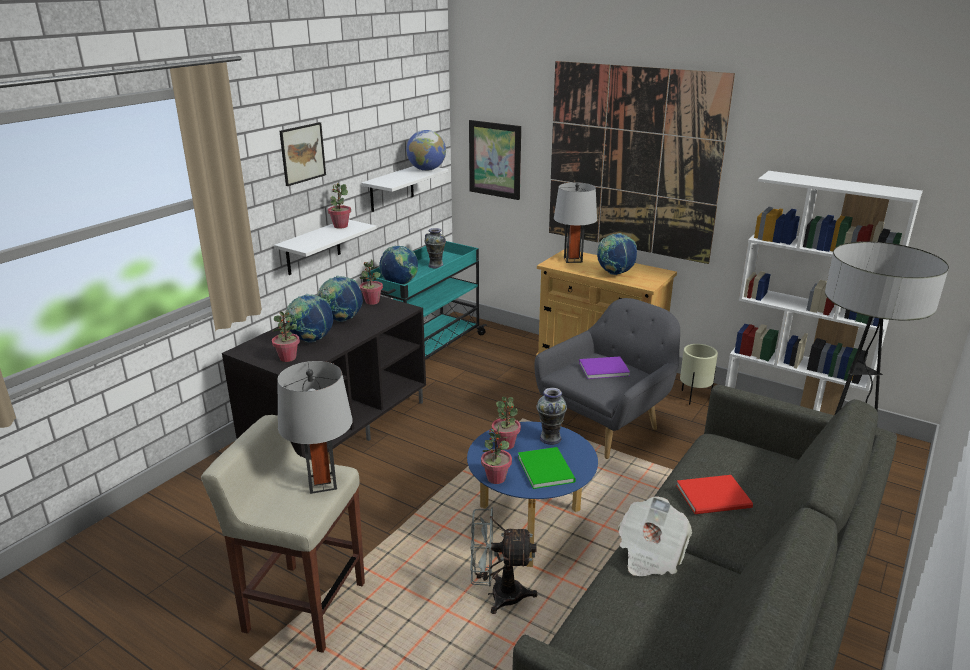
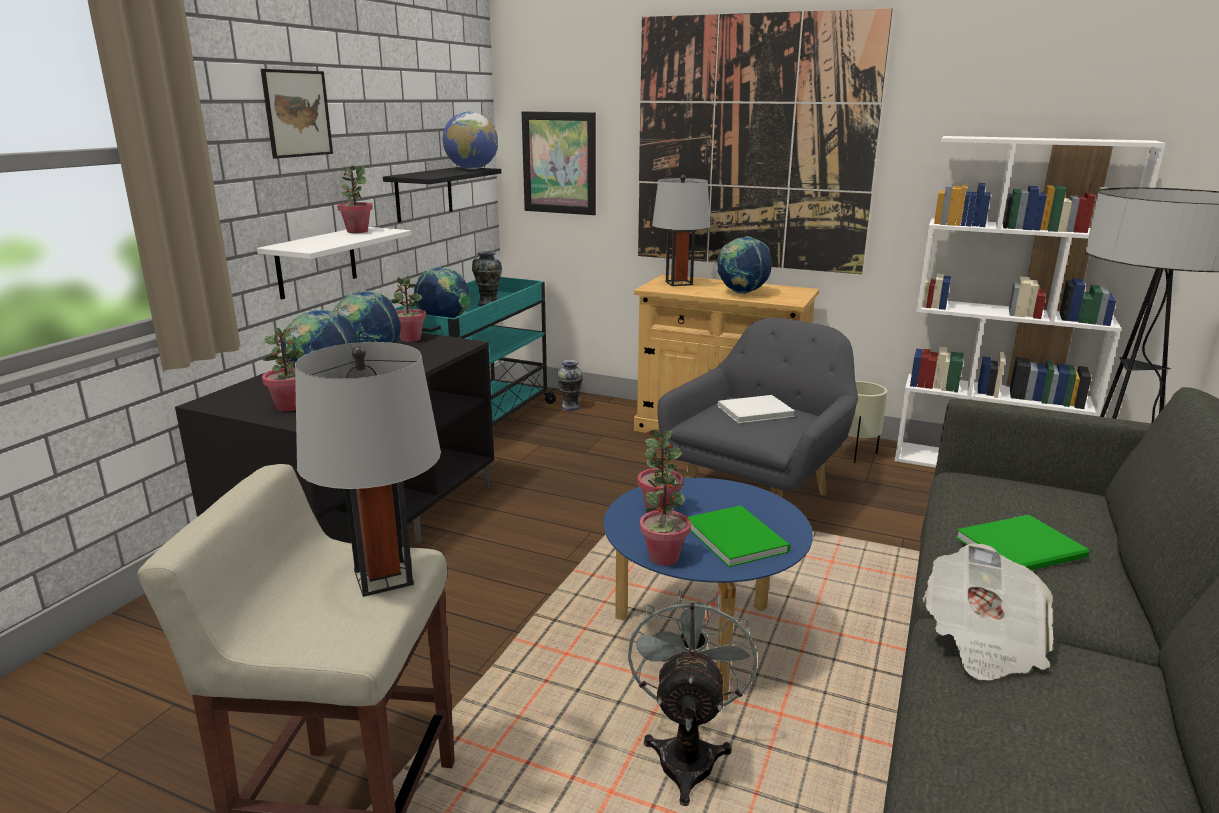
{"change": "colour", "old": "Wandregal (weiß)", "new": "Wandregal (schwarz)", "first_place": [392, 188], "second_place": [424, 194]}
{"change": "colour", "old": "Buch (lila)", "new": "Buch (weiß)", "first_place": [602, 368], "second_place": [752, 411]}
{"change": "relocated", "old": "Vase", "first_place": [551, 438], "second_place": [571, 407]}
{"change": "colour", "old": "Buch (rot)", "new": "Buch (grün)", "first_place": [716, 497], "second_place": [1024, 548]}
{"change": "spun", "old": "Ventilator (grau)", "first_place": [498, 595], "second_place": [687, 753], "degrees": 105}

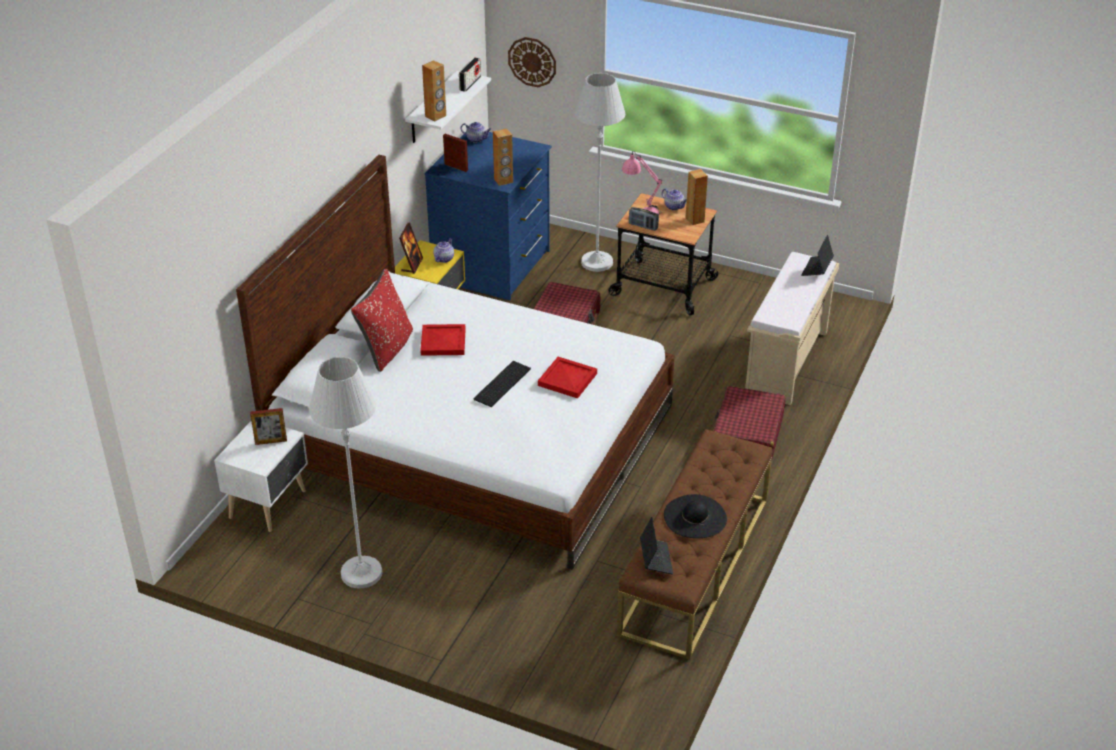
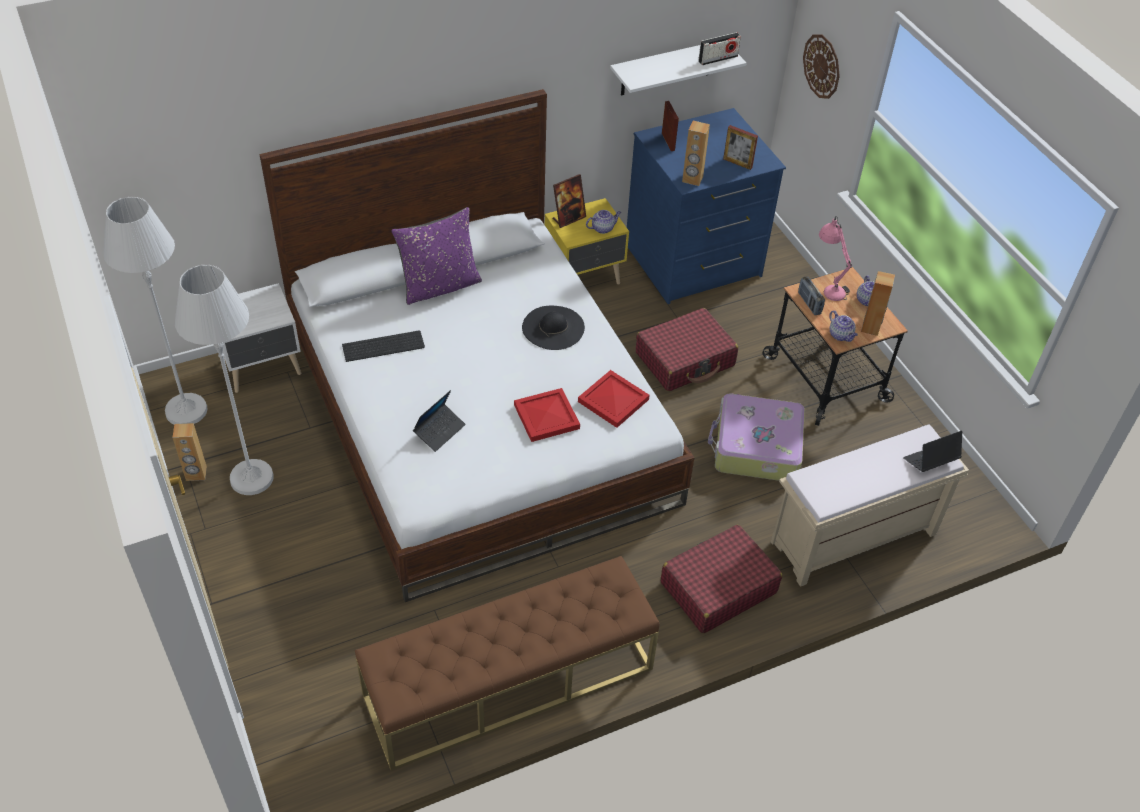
{"change": "relocated", "old": "Lautsprecher (braun)", "first_place": [436, 116], "second_place": [196, 474]}
{"change": "relocated", "old": "Stehlampe (weiß)", "first_place": [597, 262], "second_place": [186, 410]}
{"change": "relocated", "old": "Teekanne", "first_place": [476, 139], "second_place": [841, 335]}
{"change": "colour", "old": "Kissen (rot)", "new": "Kissen (lila)", "first_place": [387, 349], "second_place": [440, 286]}
{"change": "relocated", "old": "Tablett (rot)", "first_place": [442, 341], "second_place": [613, 400]}
{"change": "relocated", "old": "Tastatur", "first_place": [501, 383], "second_place": [384, 345]}
{"change": "relocated", "old": "Bilderrahmen", "first_place": [271, 441], "second_place": [737, 163]}
{"change": "relocated", "old": "Hut (schwarz)", "first_place": [695, 517], "second_place": [553, 327]}
{"change": "relocated", "old": "Laptop", "first_place": [656, 559], "second_place": [439, 431]}
{"change": "appeared", "new": "Koffer", "second_place": [756, 448]}

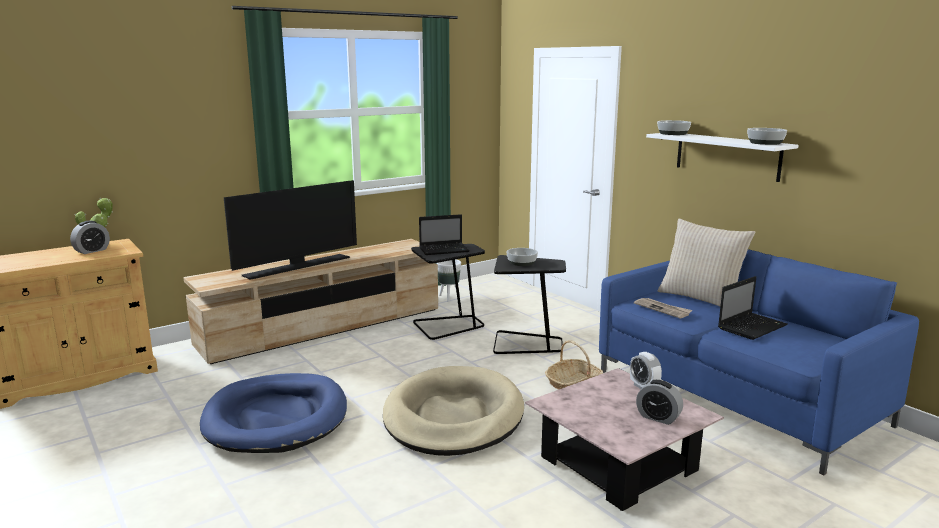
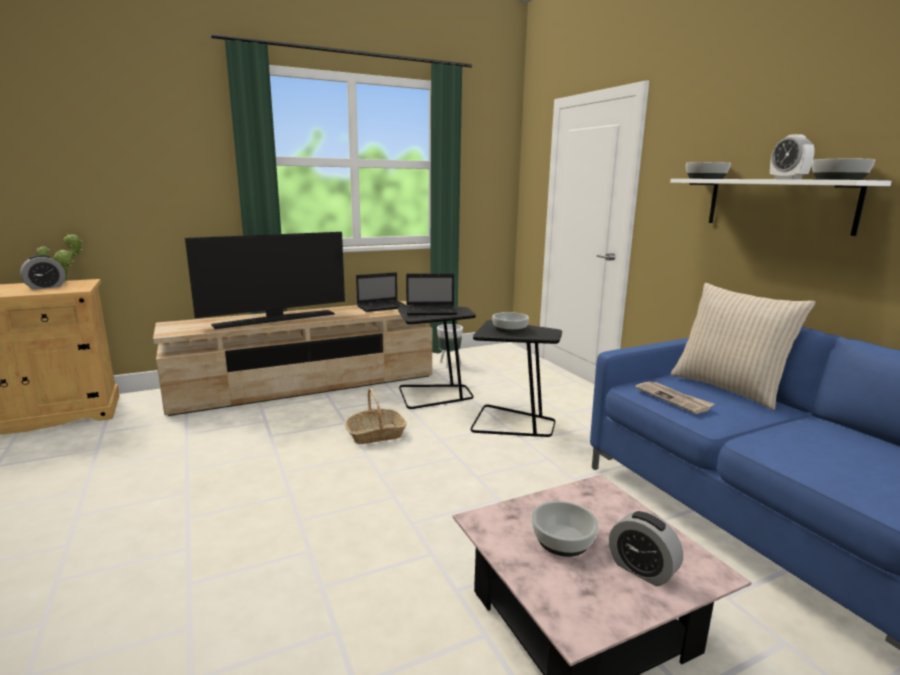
{"change": "relocated", "old": "Laptop", "first_place": [752, 327], "second_place": [383, 307]}
{"change": "relocated", "old": "Korb", "first_place": [573, 384], "second_place": [375, 434]}
{"change": "relocated", "old": "Wecker", "first_place": [644, 387], "second_place": [787, 179]}
{"change": "missing", "old": "Hundebett (beige)", "first_place": [453, 416]}
{"change": "missing", "old": "Hundebett (blau)", "first_place": [276, 418]}
{"change": "appeared", "new": "Schüssel", "second_place": [563, 540]}

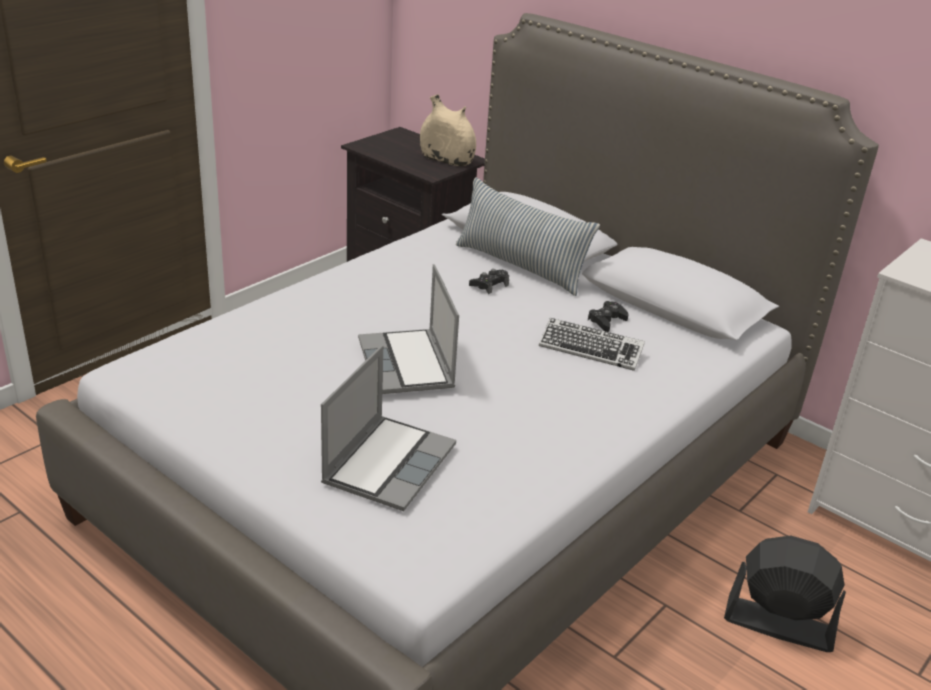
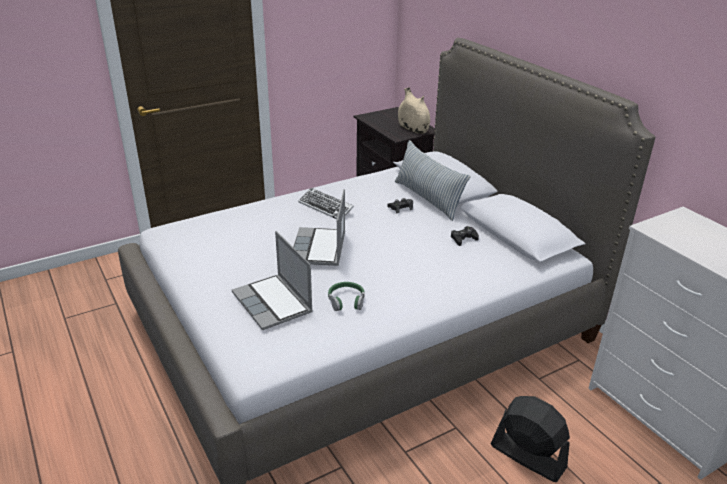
{"change": "relocated", "old": "Tastatur", "first_place": [590, 349], "second_place": [325, 207]}
{"change": "spun", "old": "Laptop", "first_place": [388, 463], "second_place": [273, 303], "degrees": 105}
{"change": "appeared", "new": "Kopfhörer (grün)", "second_place": [346, 300]}

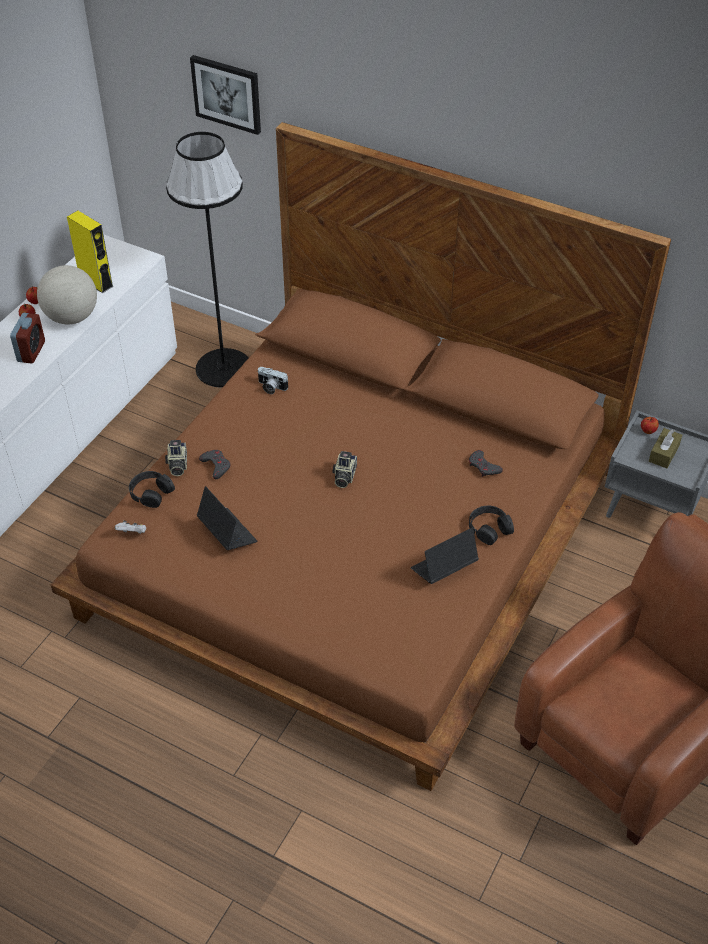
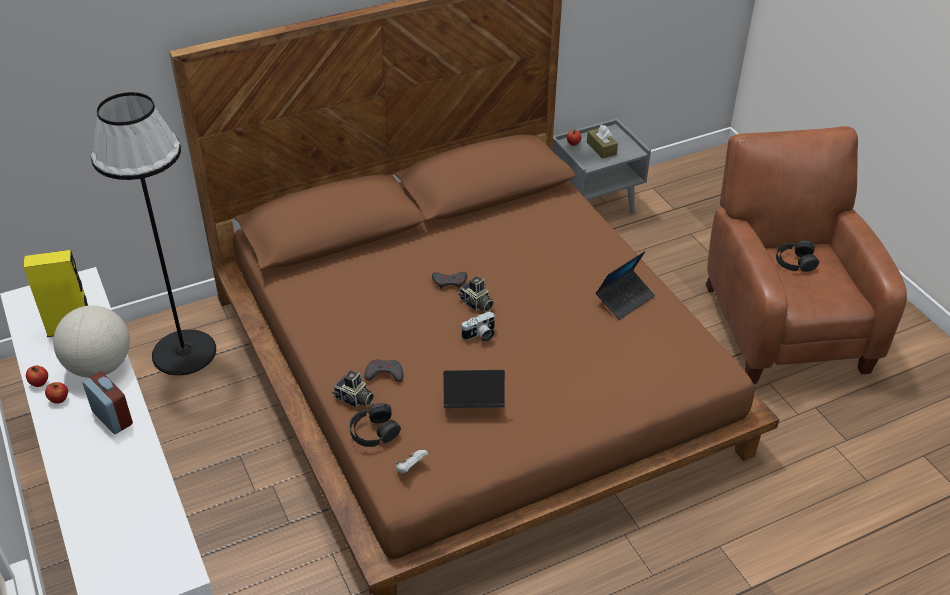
{"change": "missing", "old": "Bild", "first_place": [227, 93]}
{"change": "relocated", "old": "Kamera", "first_place": [271, 387], "second_place": [480, 335]}
{"change": "relocated", "old": "Gamepad (grau)", "first_place": [483, 467], "second_place": [449, 282]}
{"change": "relocated", "old": "Kopfhörer (schwarz)", "first_place": [489, 528], "second_place": [795, 261]}
{"change": "spun", "old": "Laptop", "first_place": [443, 568], "second_place": [625, 299], "degrees": -135}

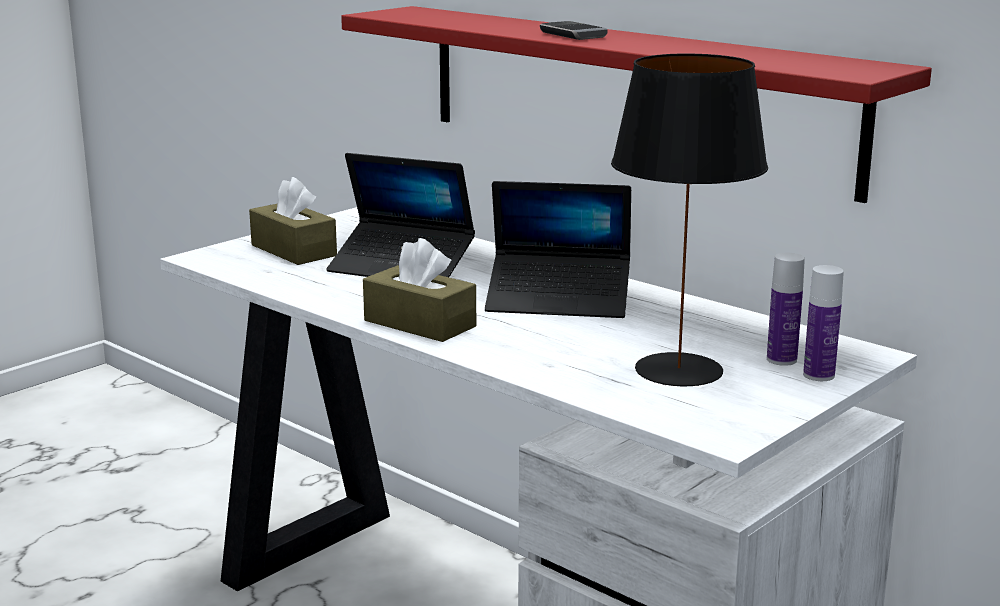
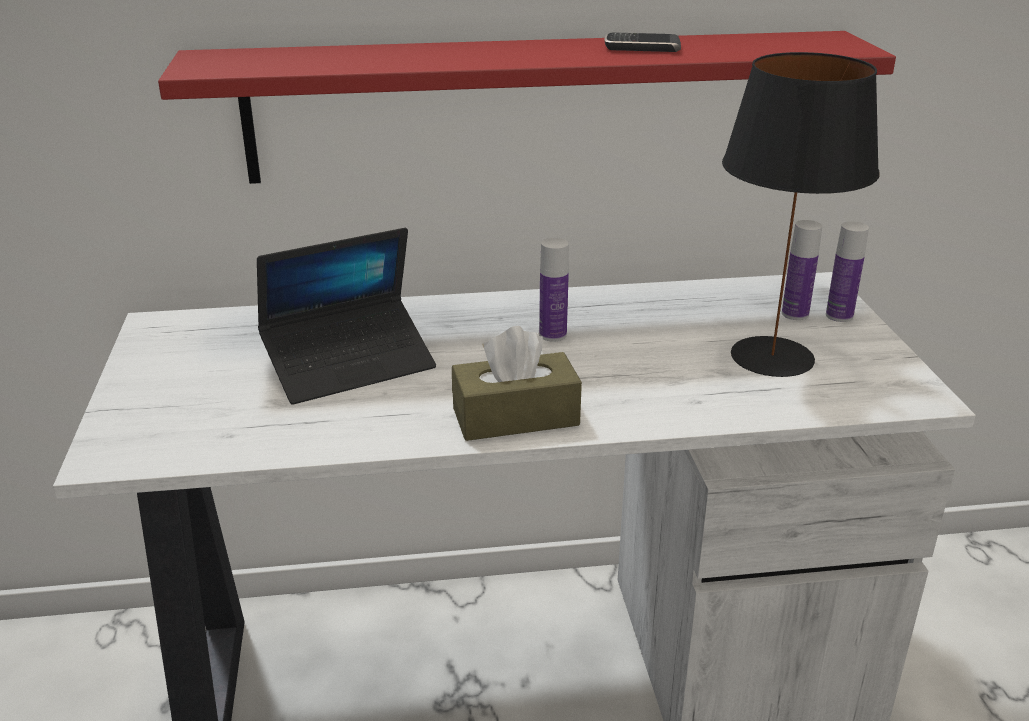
{"change": "relocated", "old": "Handy", "first_place": [572, 34], "second_place": [642, 47]}
{"change": "missing", "old": "Taschentuchbox (braun)", "first_place": [293, 250]}
{"change": "exchanged", "old": "Laptop", "new": "Flasche", "first_place": [559, 300], "second_place": [552, 335]}

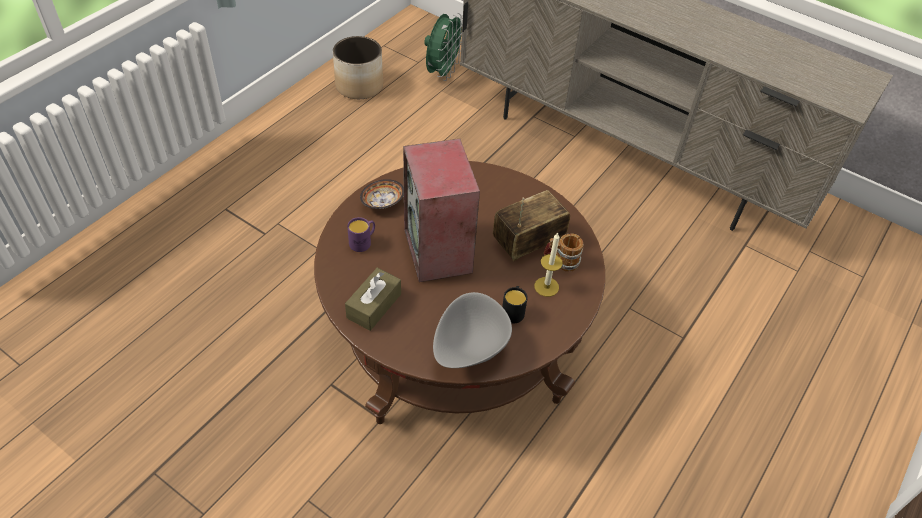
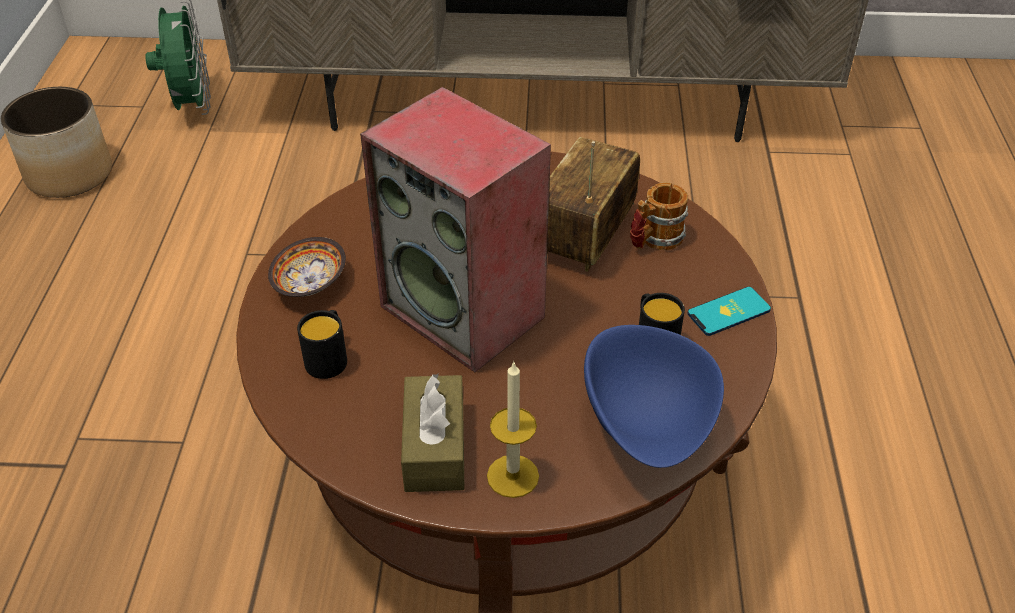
{"change": "colour", "old": "Henkelbecher (lila)", "new": "Henkelbecher (schwarz)", "first_place": [363, 242], "second_place": [329, 358]}
{"change": "relocated", "old": "Kerze", "first_place": [546, 286], "second_place": [513, 476]}
{"change": "colour", "old": "Schüssel (grau)", "new": "Schüssel (blau)", "first_place": [469, 351], "second_place": [646, 434]}
{"change": "appeared", "new": "Handy", "second_place": [728, 312]}

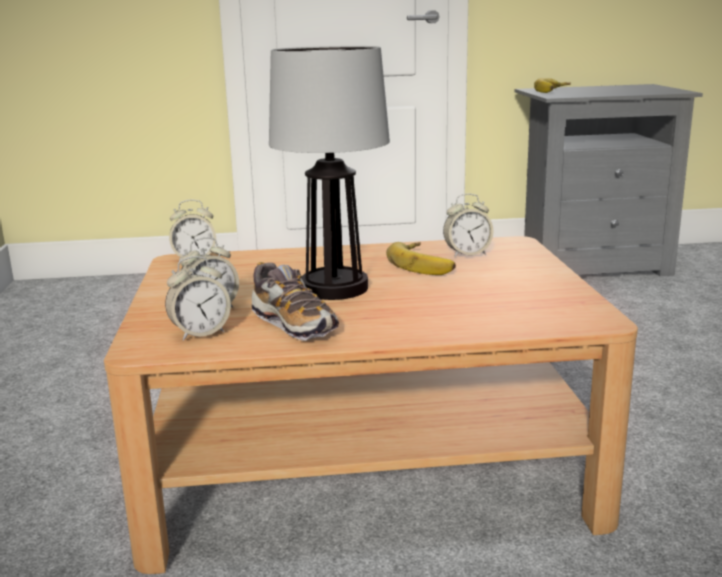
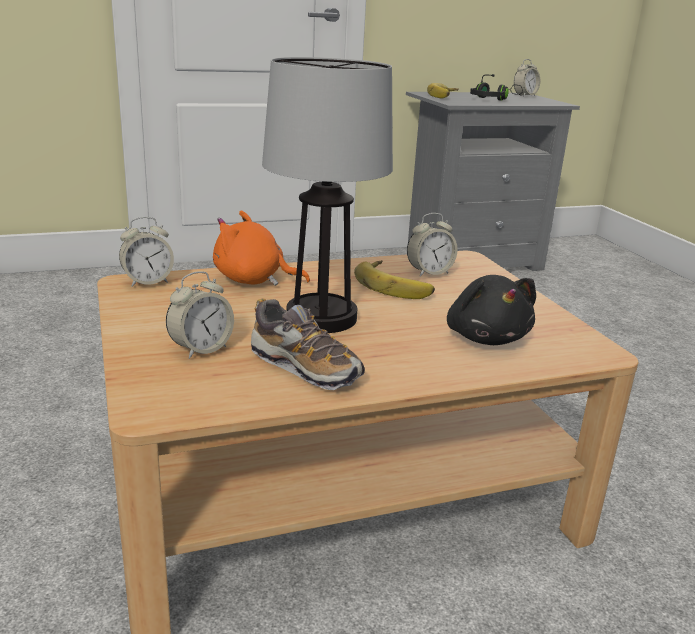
{"change": "relocated", "old": "Wecker", "first_place": [200, 333], "second_place": [524, 96]}
{"change": "appeared", "new": "Kopfhörer (schwarz)", "second_place": [492, 99]}
{"change": "appeared", "new": "Plüschtier (orange)", "second_place": [253, 280]}
{"change": "appeared", "new": "Plüschtier (schwarz)", "second_place": [486, 337]}

